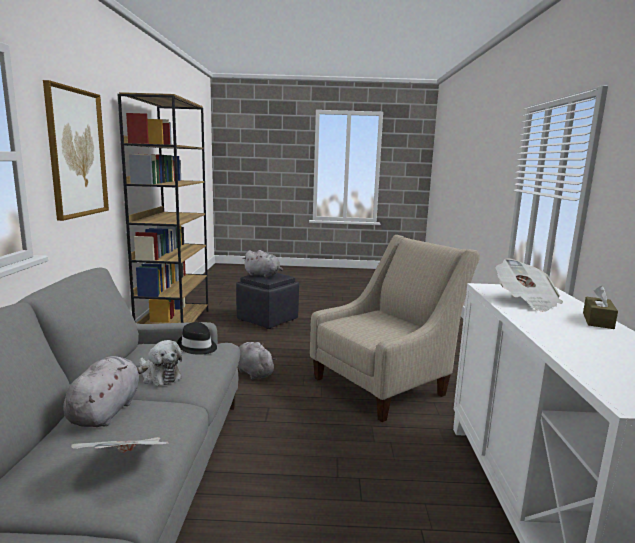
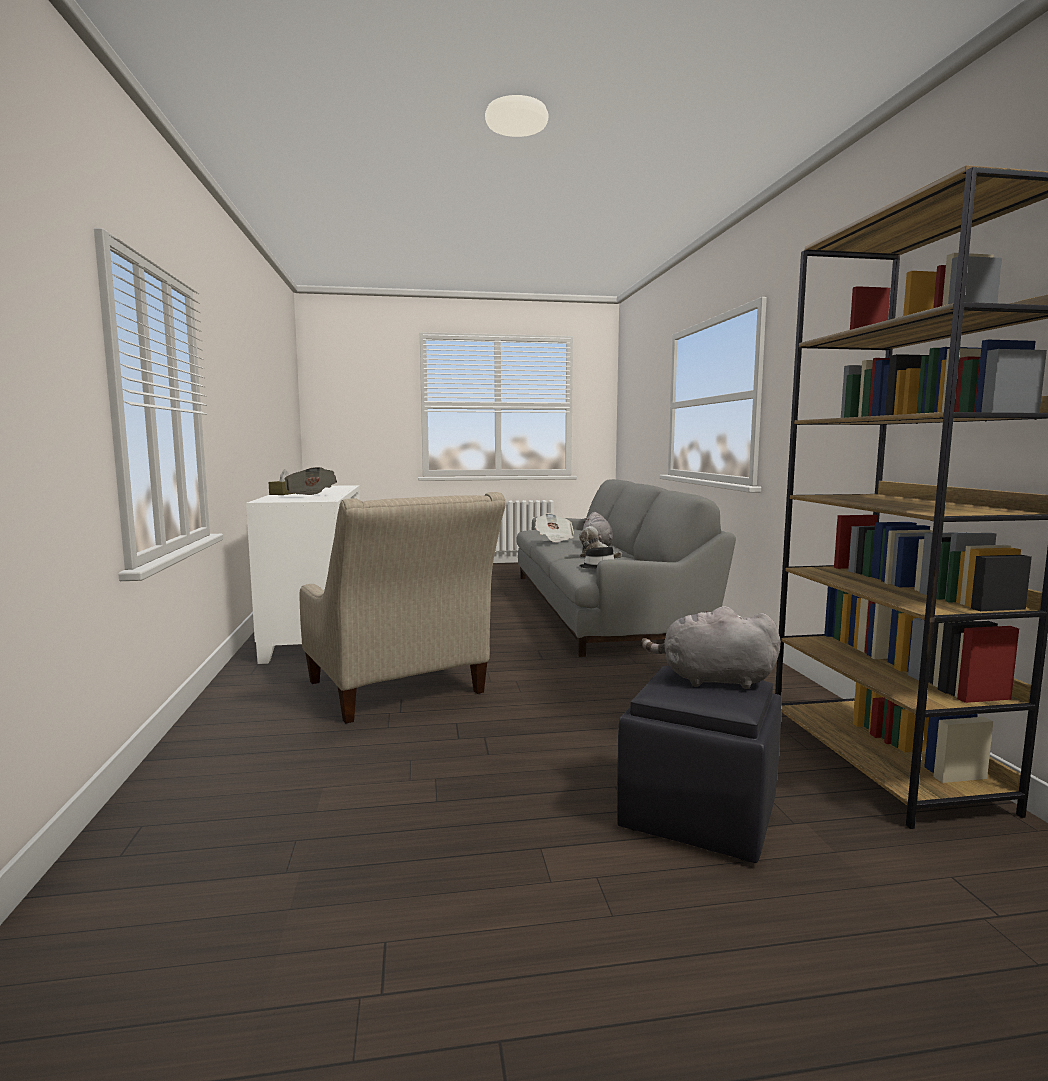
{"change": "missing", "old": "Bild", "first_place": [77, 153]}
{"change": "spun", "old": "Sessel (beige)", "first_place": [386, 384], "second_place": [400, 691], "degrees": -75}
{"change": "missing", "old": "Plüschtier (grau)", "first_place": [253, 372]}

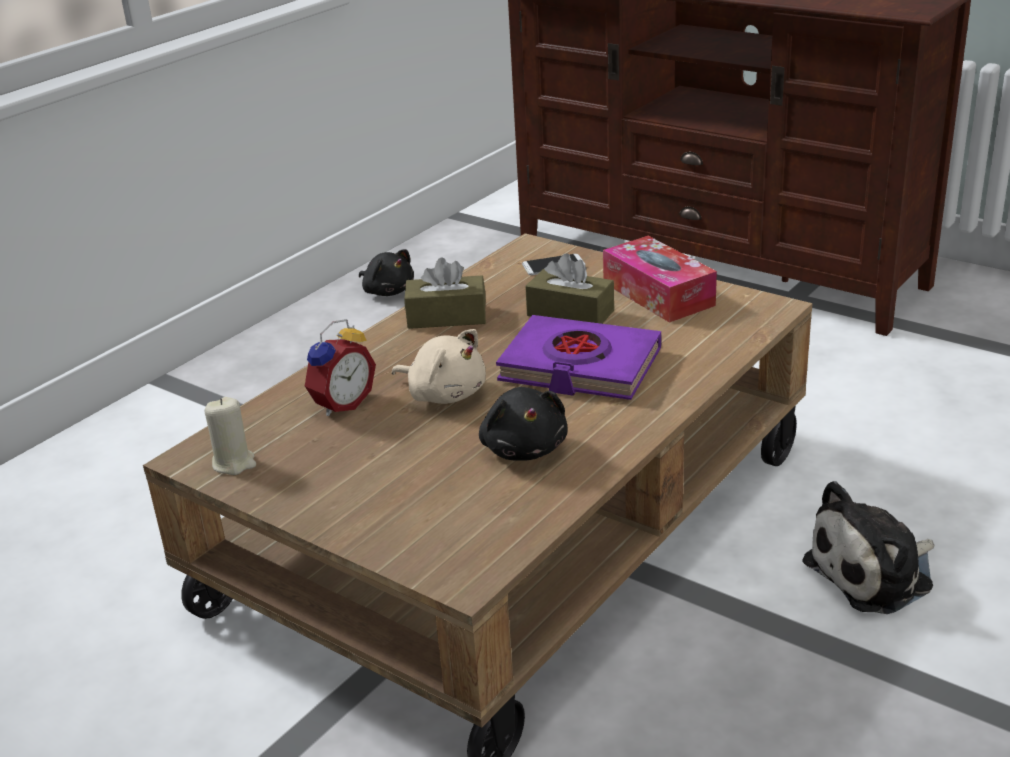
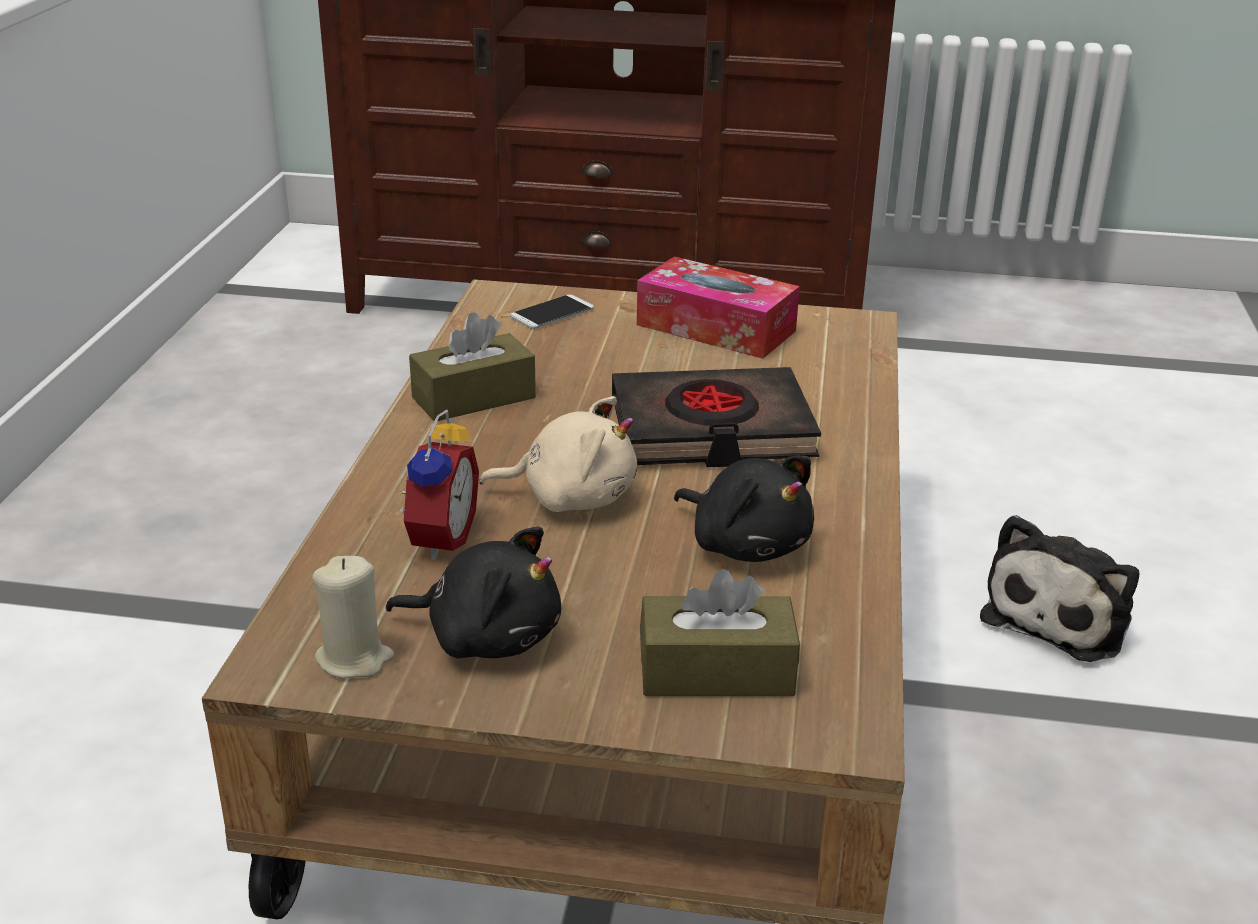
{"change": "relocated", "old": "Plüschtier (schwarz)", "first_place": [388, 291], "second_place": [487, 636]}
{"change": "relocated", "old": "Taschentuchbox (braun)", "first_place": [570, 313], "second_place": [716, 671]}
{"change": "colour", "old": "Buch (lila)", "new": "Buch (schwarz)", "first_place": [579, 367], "second_place": [711, 430]}

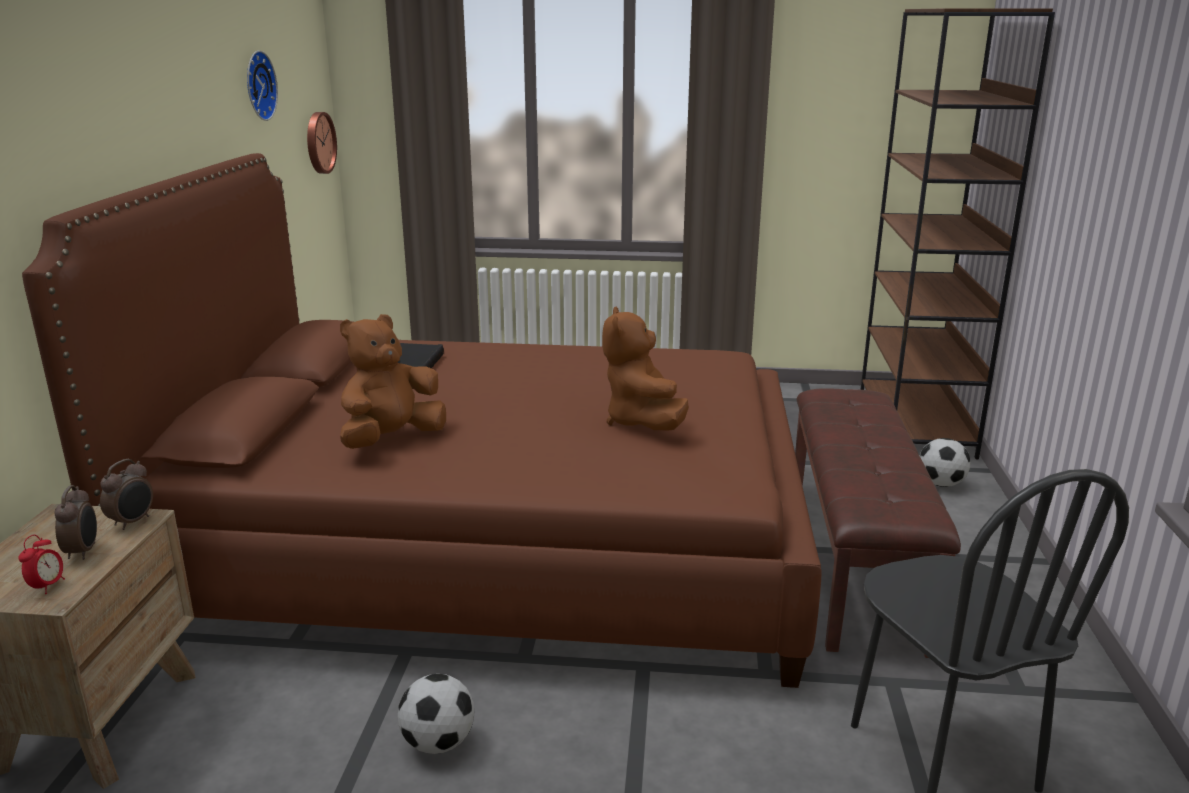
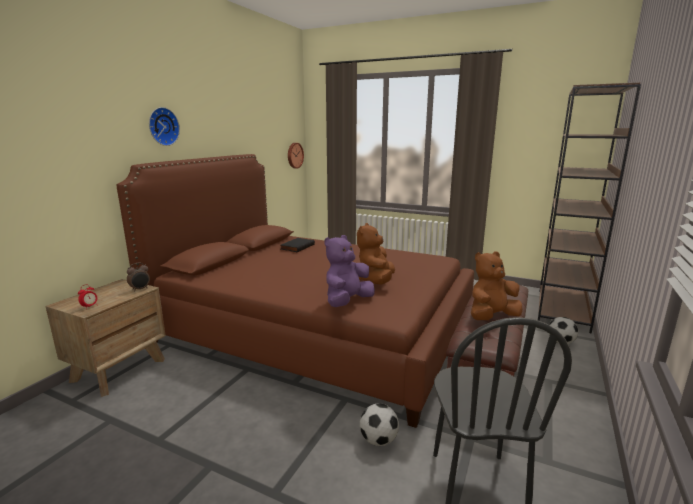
{"change": "relocated", "old": "Wanduhr", "first_place": [257, 85], "second_place": [162, 126]}
{"change": "relocated", "old": "Plüschtier (braun)", "first_place": [391, 439], "second_place": [491, 317]}
{"change": "missing", "old": "Wecker", "first_place": [83, 551]}
{"change": "relocated", "old": "Fußball", "first_place": [438, 743], "second_place": [378, 440]}
{"change": "appeared", "new": "Plüschtier (lila)", "second_place": [347, 302]}

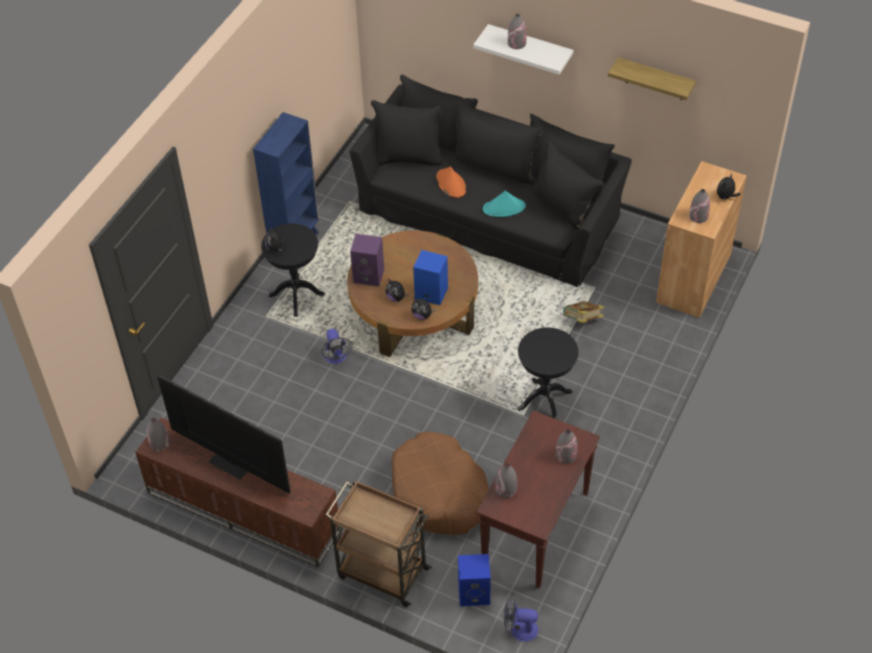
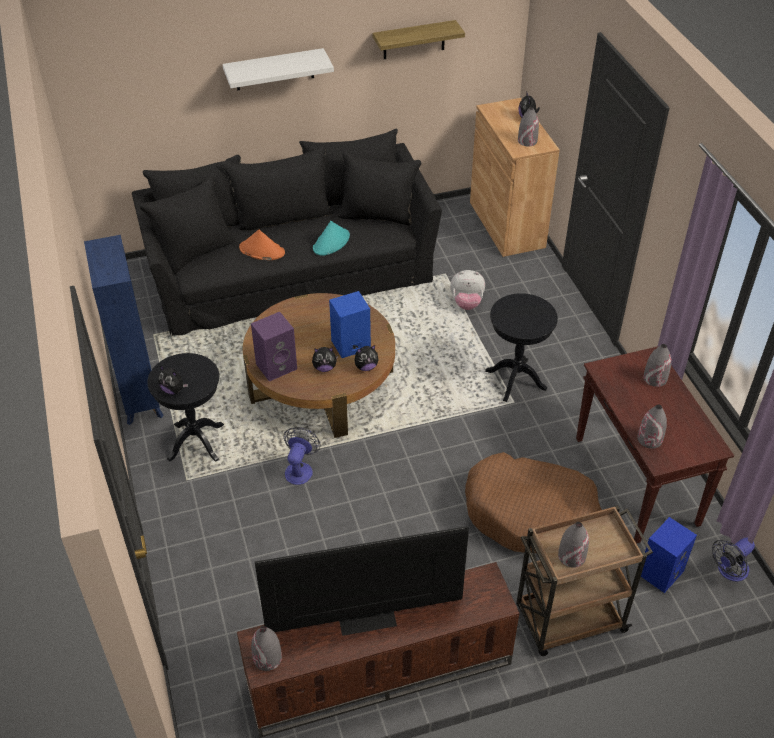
{"change": "relocated", "old": "Vase (grau)", "first_place": [516, 43], "second_place": [571, 556]}
{"change": "exchanged", "old": "Buch", "new": "Plüschtier", "first_place": [582, 320], "second_place": [466, 303]}
{"change": "spun", "old": "Ventilator", "first_place": [336, 358], "second_place": [300, 469], "degrees": -105}

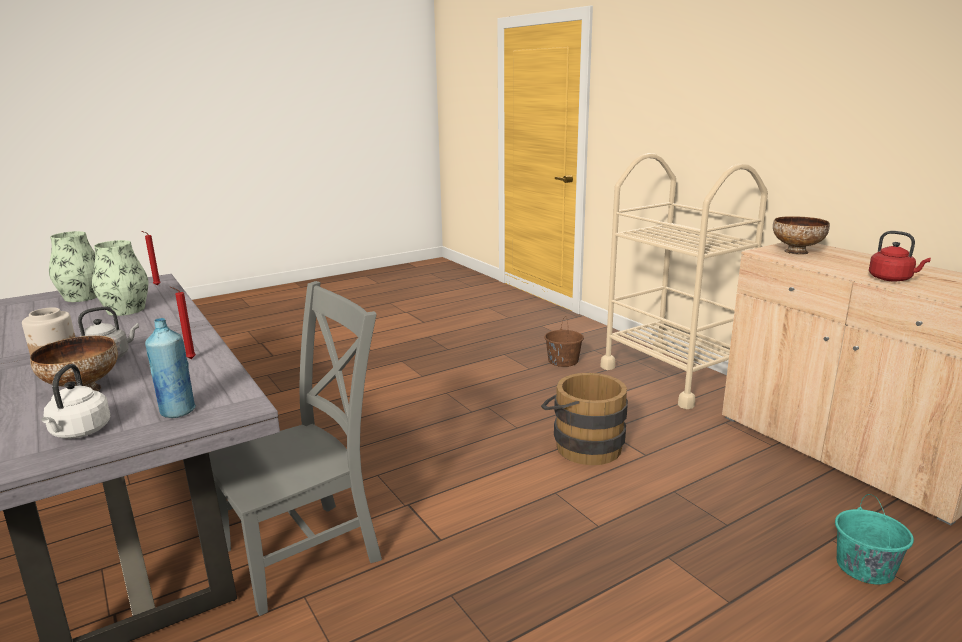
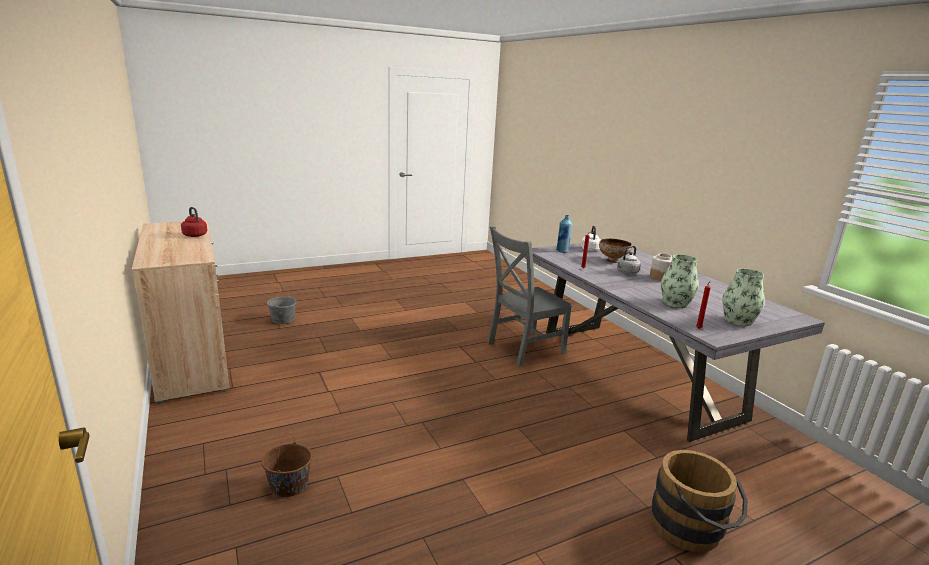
{"change": "missing", "old": "Rollwagen (beige)", "first_place": [671, 376]}
{"change": "missing", "old": "Schüssel", "first_place": [796, 252]}
{"change": "relocated", "old": "Eimer (braun)", "first_place": [582, 445], "second_place": [692, 530]}
{"change": "colour", "old": "Eimer (türkis)", "new": "Eimer (grau)", "first_place": [865, 568], "second_place": [283, 319]}

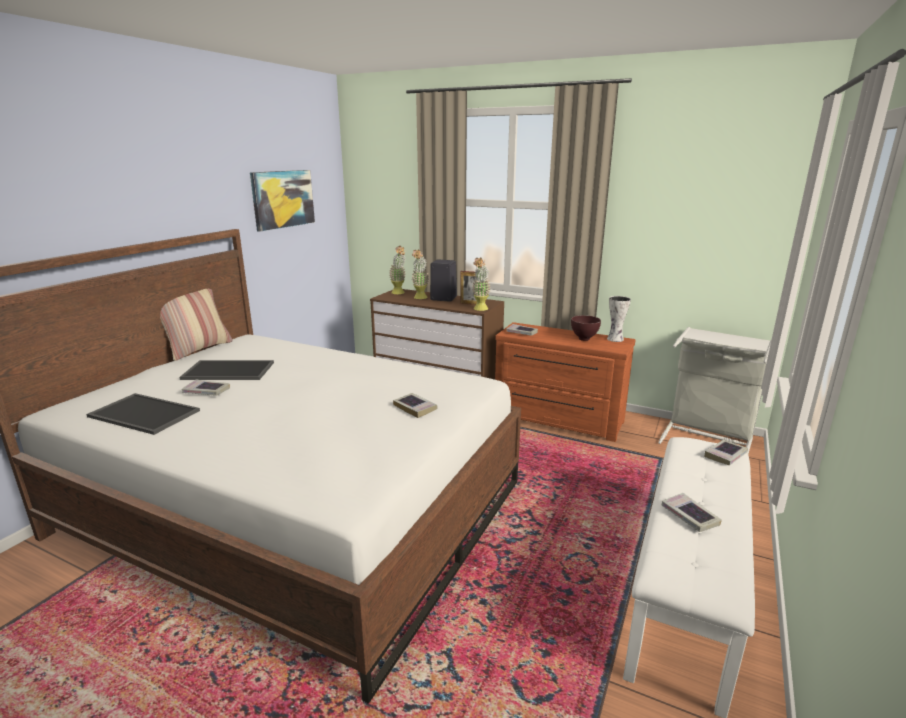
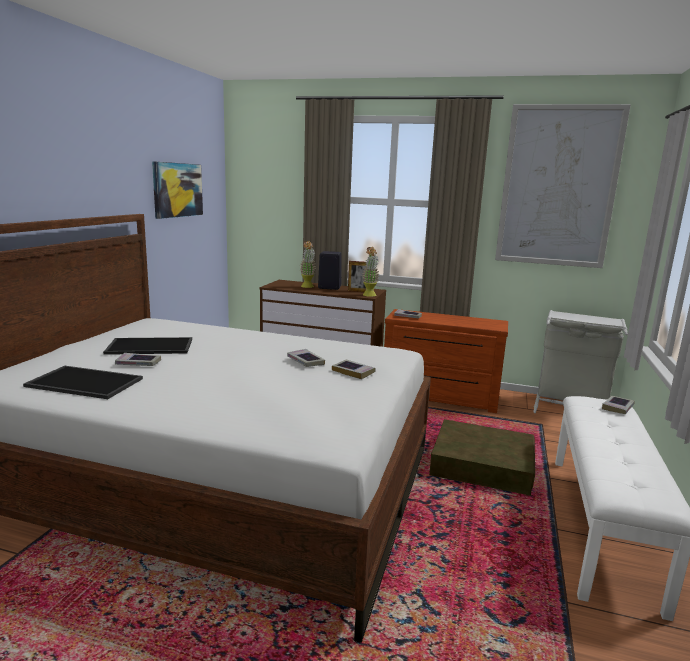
{"change": "missing", "old": "Topfpflanze", "first_place": [399, 293]}
{"change": "missing", "old": "Kissen", "first_place": [198, 349]}
{"change": "missing", "old": "Vase", "first_place": [615, 339]}
{"change": "missing", "old": "Schüssel (braun)", "first_place": [584, 339]}
{"change": "relocated", "old": "Buch", "first_place": [689, 516], "second_place": [305, 361]}
{"change": "appeared", "new": "Bild", "second_place": [558, 187]}
{"change": "appeared", "new": "Aufbewahrungsbox (braun)", "second_place": [482, 465]}

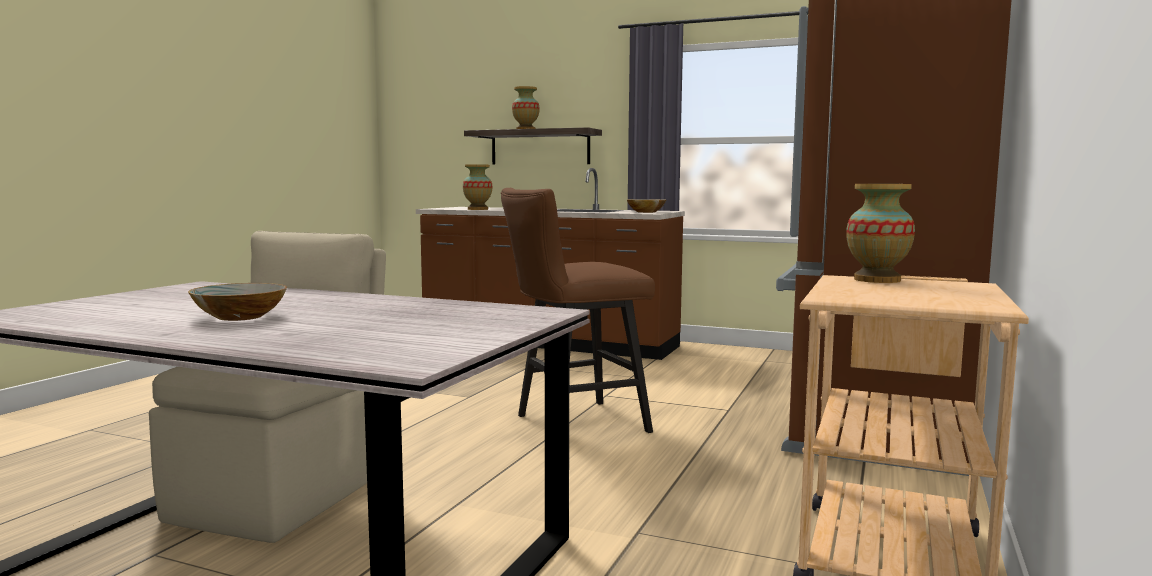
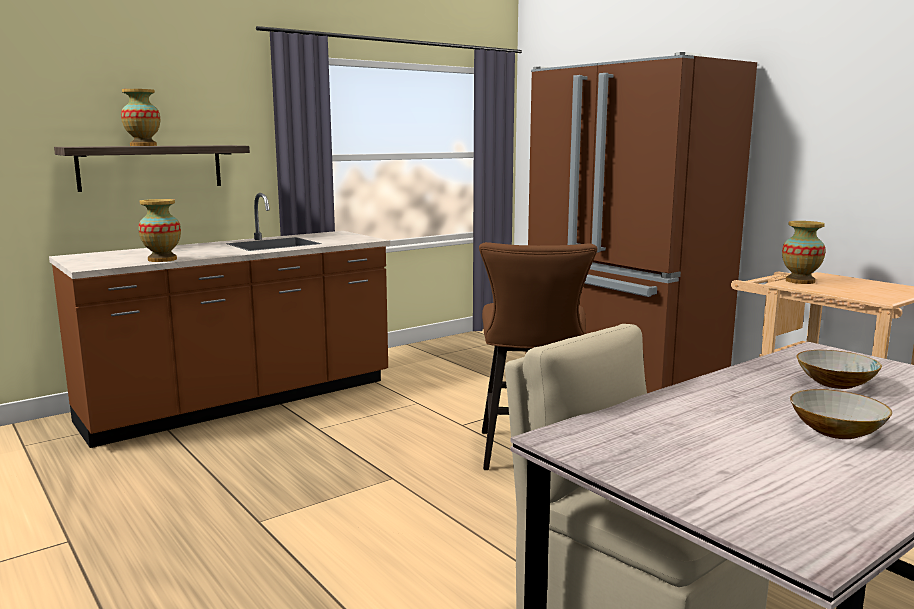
{"change": "relocated", "old": "Schüssel", "first_place": [645, 212], "second_place": [835, 383]}

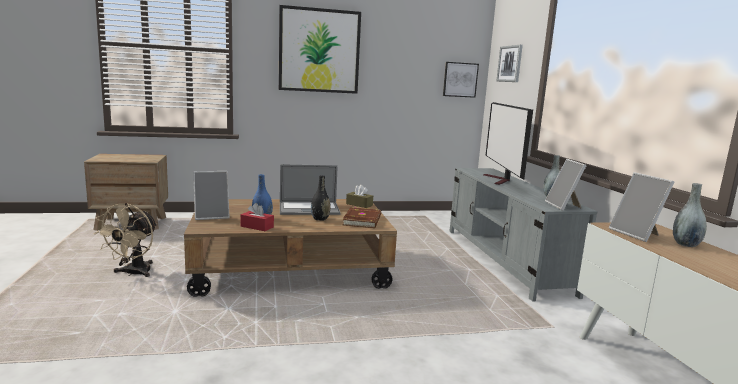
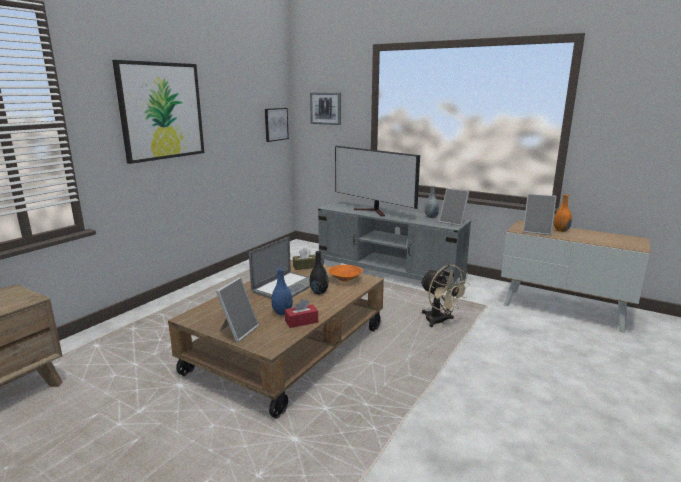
{"change": "colour", "old": "Vase (grau)", "new": "Vase (orange)", "first_place": [685, 244], "second_place": [561, 230]}
{"change": "relocated", "old": "Ventilator (beige)", "first_place": [133, 273], "second_place": [439, 322]}
{"change": "exchanged", "old": "Buch (braun)", "new": "Schüssel (orange)", "first_place": [363, 220], "second_place": [345, 279]}

